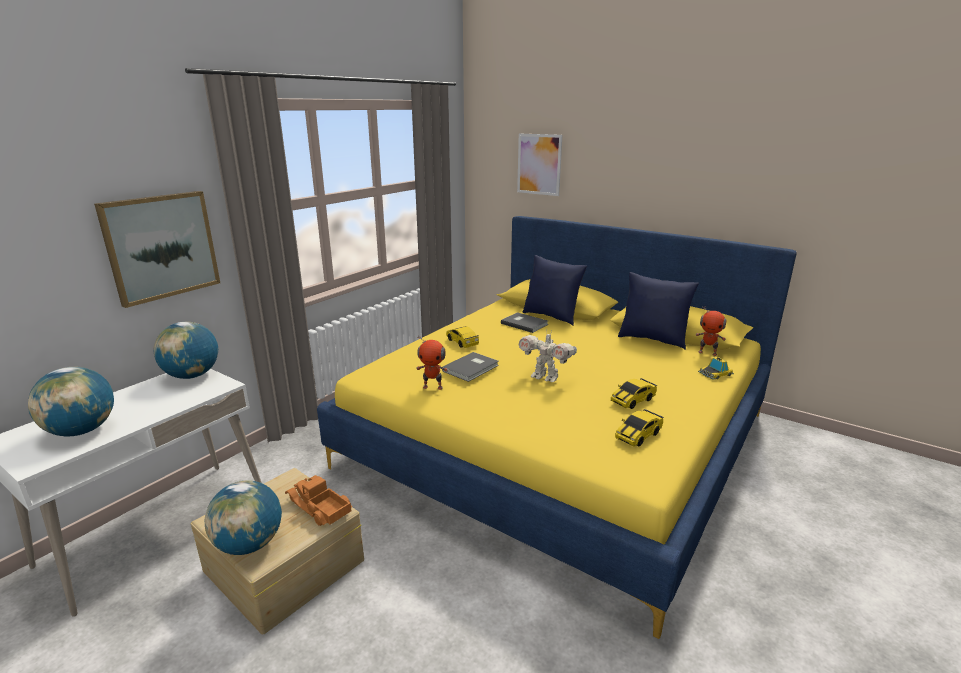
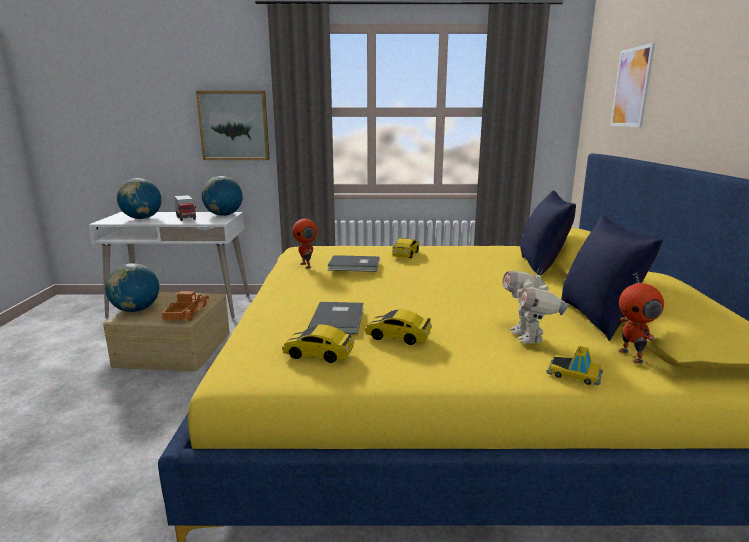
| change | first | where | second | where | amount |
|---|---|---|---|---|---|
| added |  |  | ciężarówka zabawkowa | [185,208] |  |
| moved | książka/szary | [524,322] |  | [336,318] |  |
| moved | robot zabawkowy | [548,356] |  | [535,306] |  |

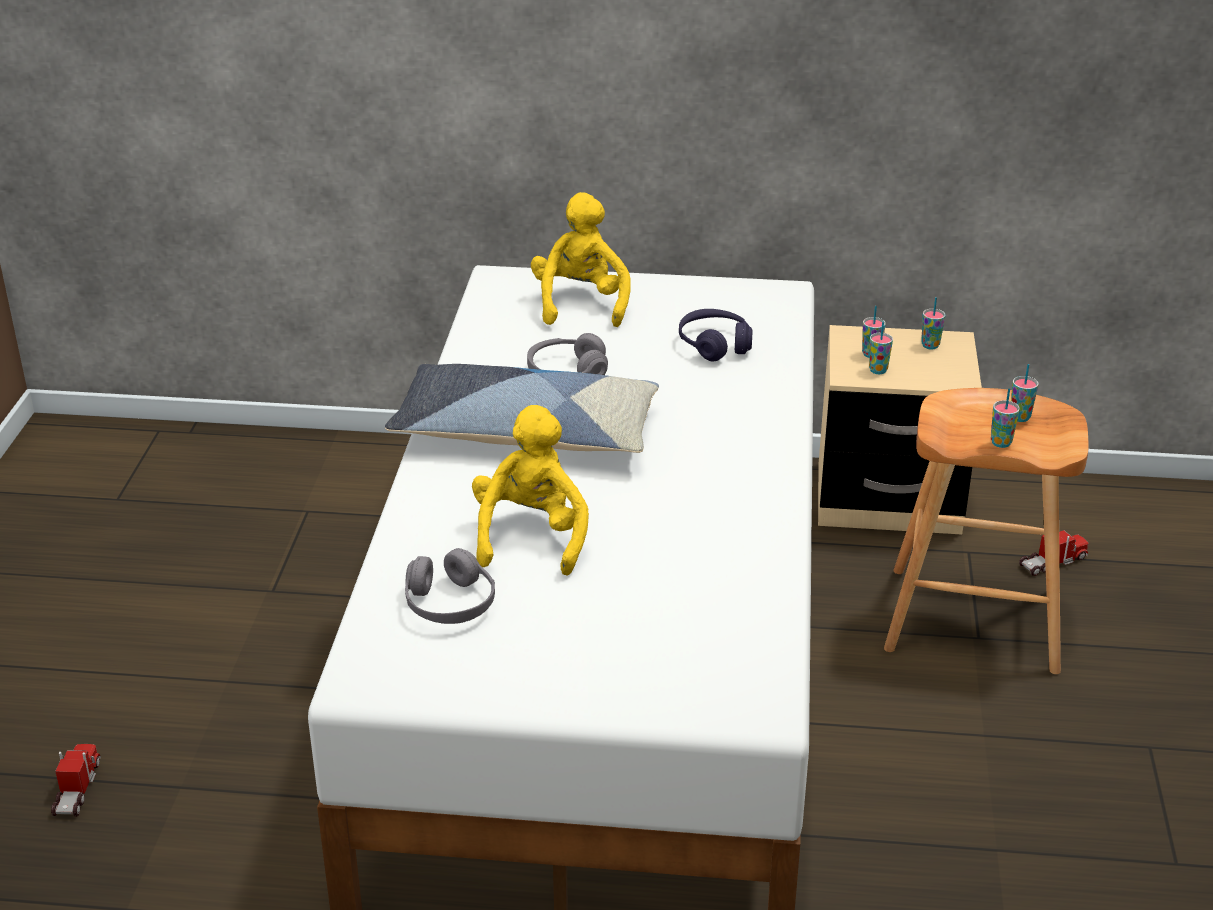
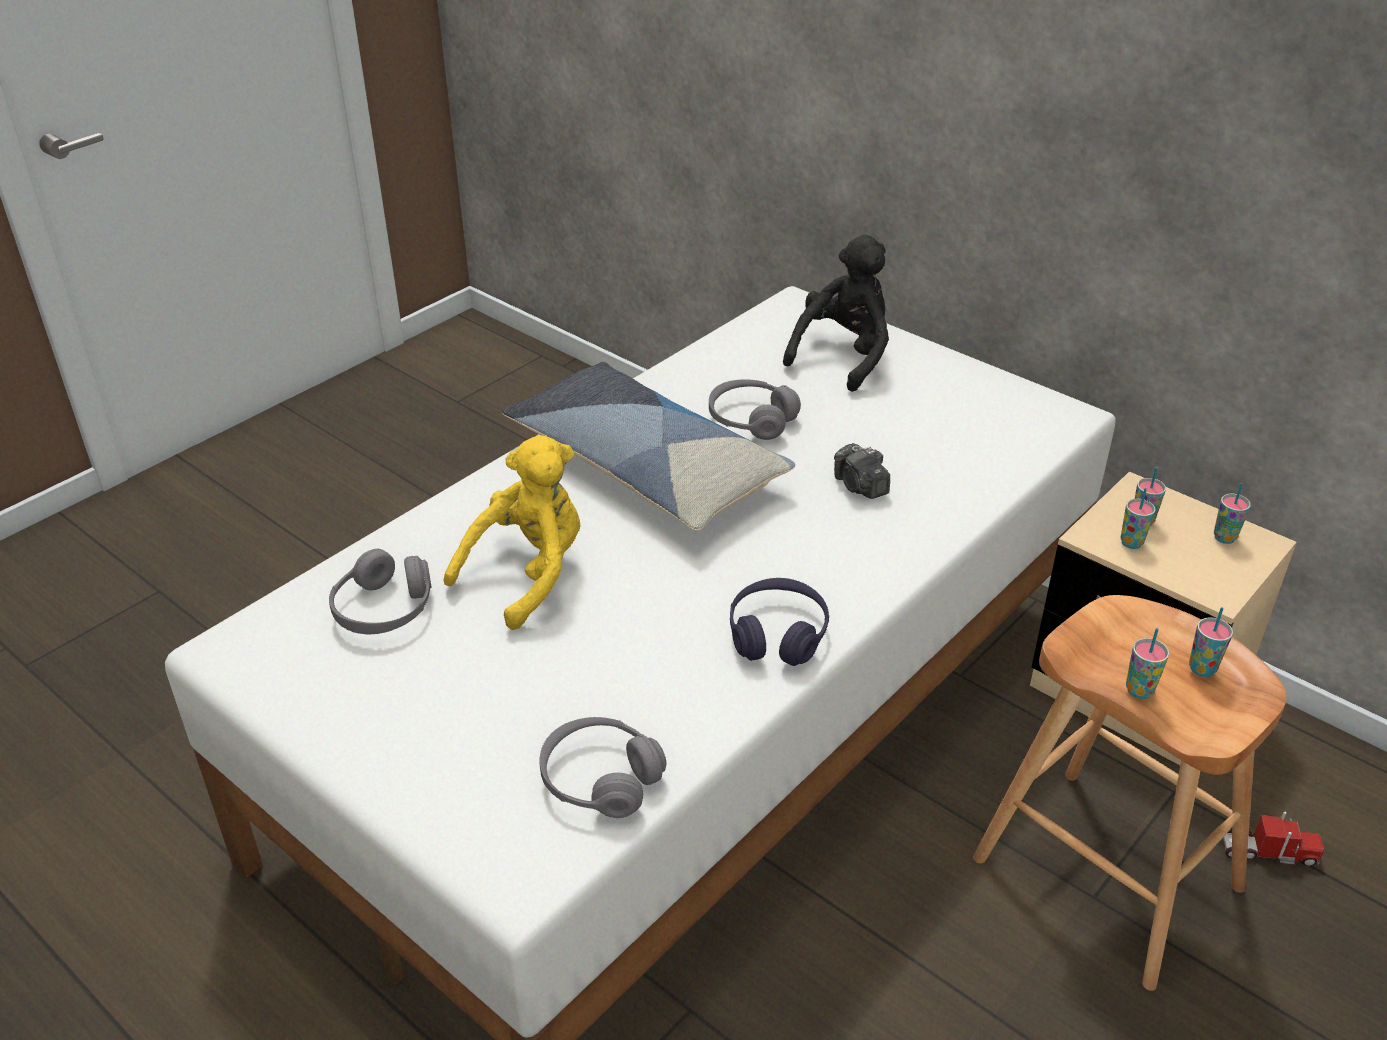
| change | first | where | second | where | amount |
|---|---|---|---|---|---|
| removed | ciężarówka zabawkowa | [76,780] |  |  |  |
| added |  |  | słuchawki/szary | [602,767] |  |
| added |  |  | aparat fotograficzny | [862,471] |  |
| moved | słuchawki/fioletowy | [716,335] |  | [779,622] |  |
| recoloured | pluszak/żółty | [580,259] | pluszak/czarny | [836,313] |  |

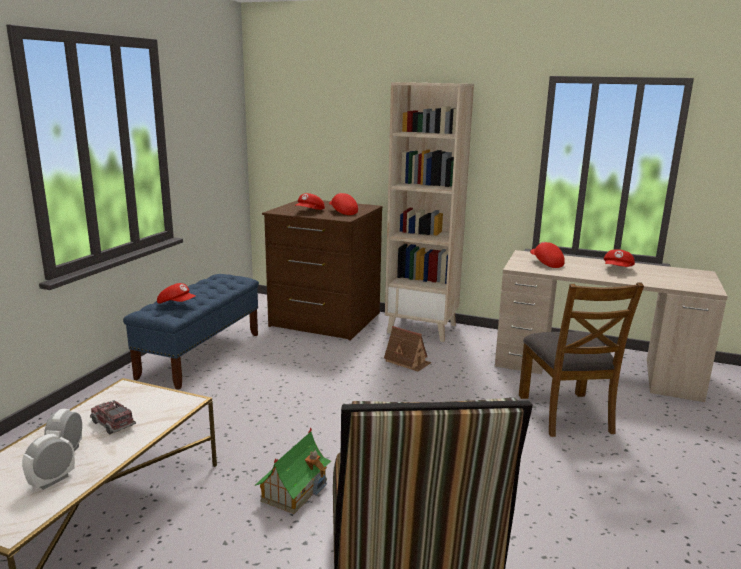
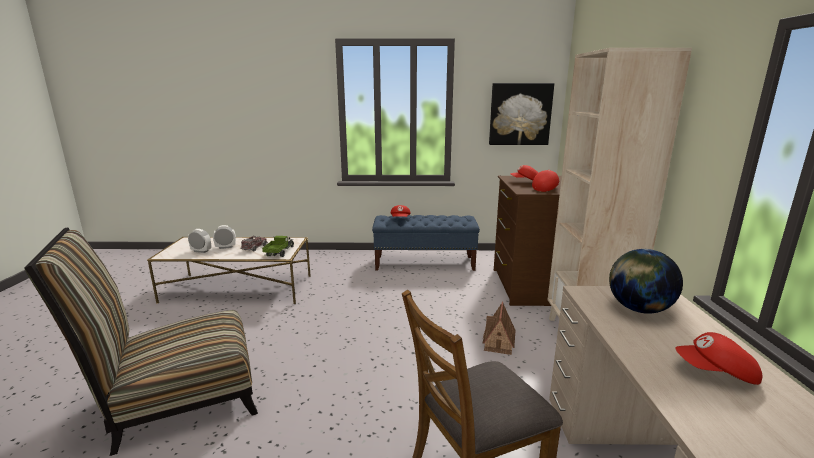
| change | first | where | second | where | amount |
|---|---|---|---|---|---|
| removed | domek | [292,471] |  |  |  |
| added |  |  | ciężarówka zabawkowa | [278,246] |  |
| added |  |  | obraz | [521,114] |  |
| replaced | czapka z daszkiem/czerwony | [547,255] | globus | [646,281] |  |

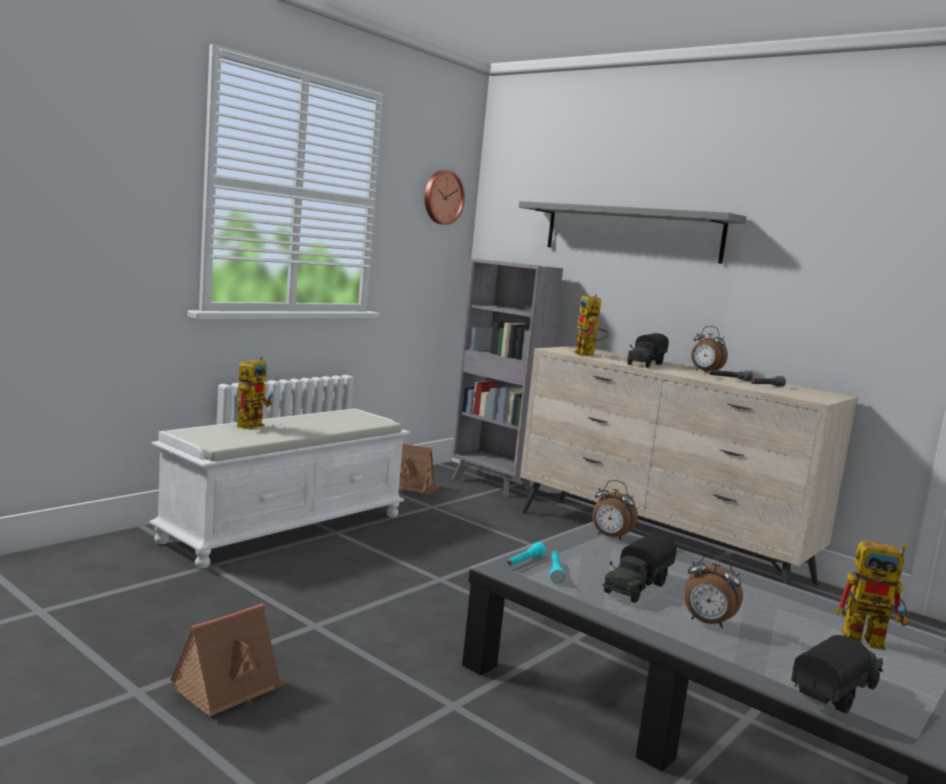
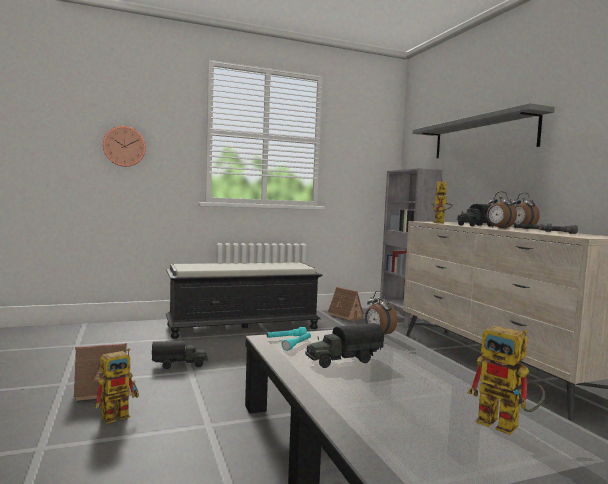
| change | first | where | second | where | amount |
|---|---|---|---|---|---|
| moved | robot zabawkowy | [255,393] |  | [117,386] |  |
| moved | zegar ścienny | [445,197] |  | [124,146] |  |
| moved | budzik | [714,589] |  | [502,210] |  |
| moved | ciężarówka zabawkowa | [837,674] |  | [179,355] |  |
| recoloured | ławka/biały | [279,488] | ławka/czarny | [244,300] |  |

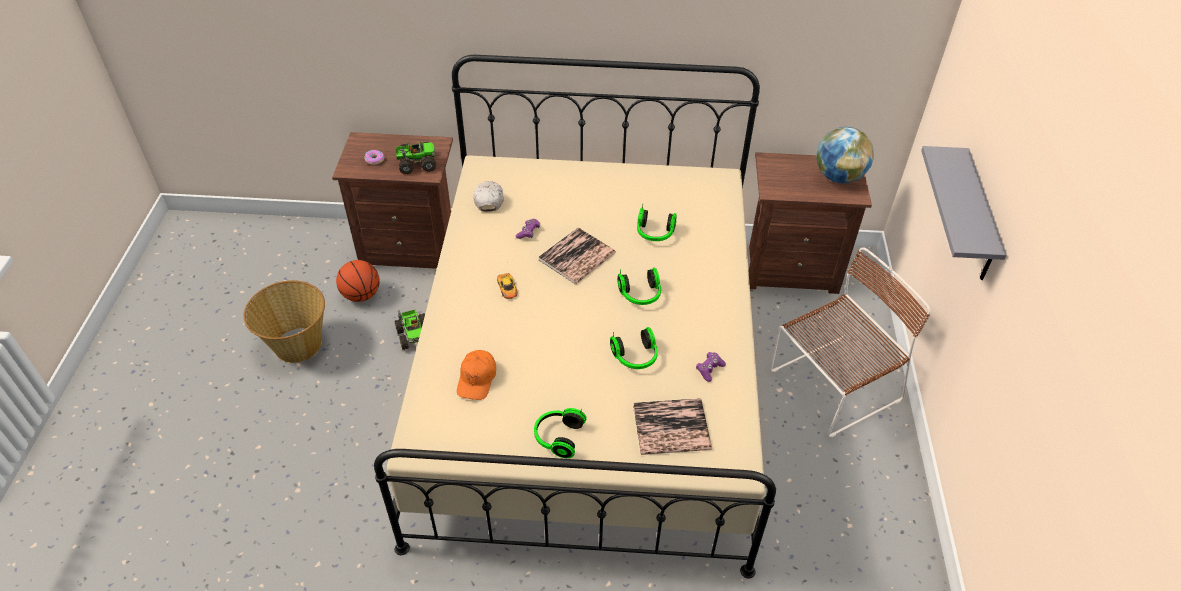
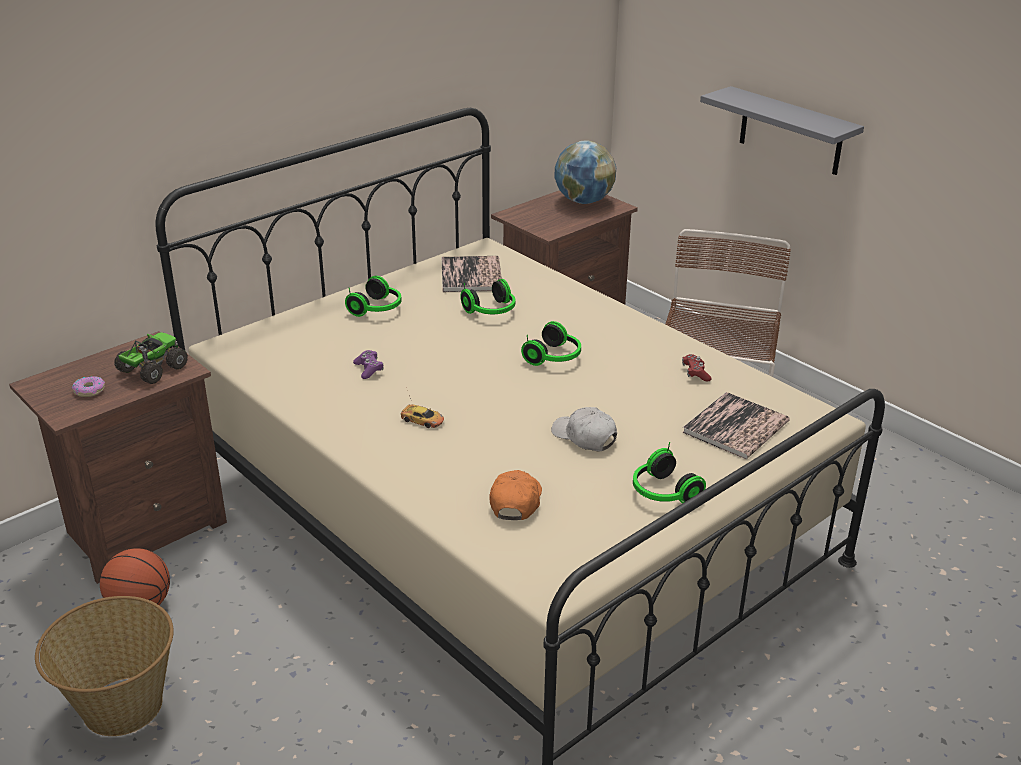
| change | first | where | second | where | amount |
|---|---|---|---|---|---|
| removed | ciężarówka zabawkowa | [410,330] |  |  |  |
| moved | czapka z daszkiem/biały | [488,196] |  | [584,429] |  |
| moved | książka | [577,256] |  | [472,274] |  |
| moved | słuchawki | [634,348] |  | [373,296] |  |
| recoloured | pad do gier/fioletowy | [711,367] | pad do gier/czerwony | [697,367] |  |
| turned | czapka z daszkiem/pomarańczowy | [476,375] |  | [515,495] | 135 degrees counterclockwise |

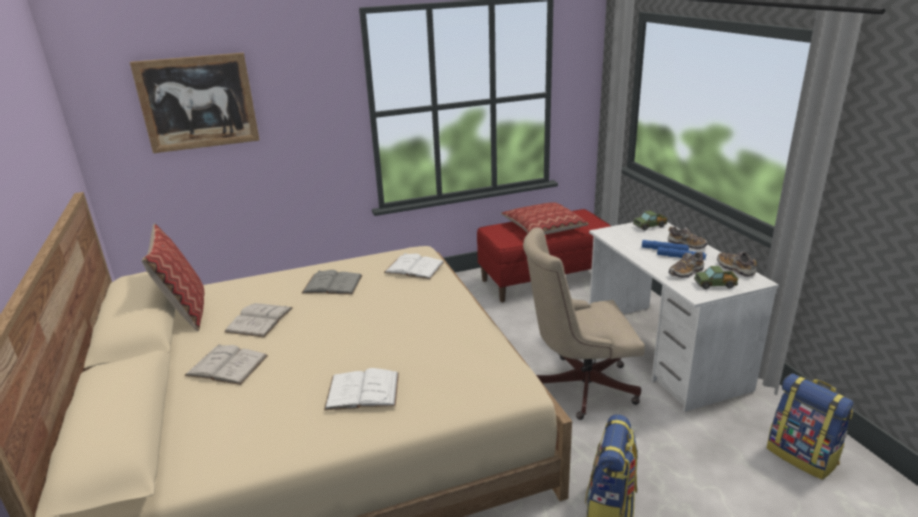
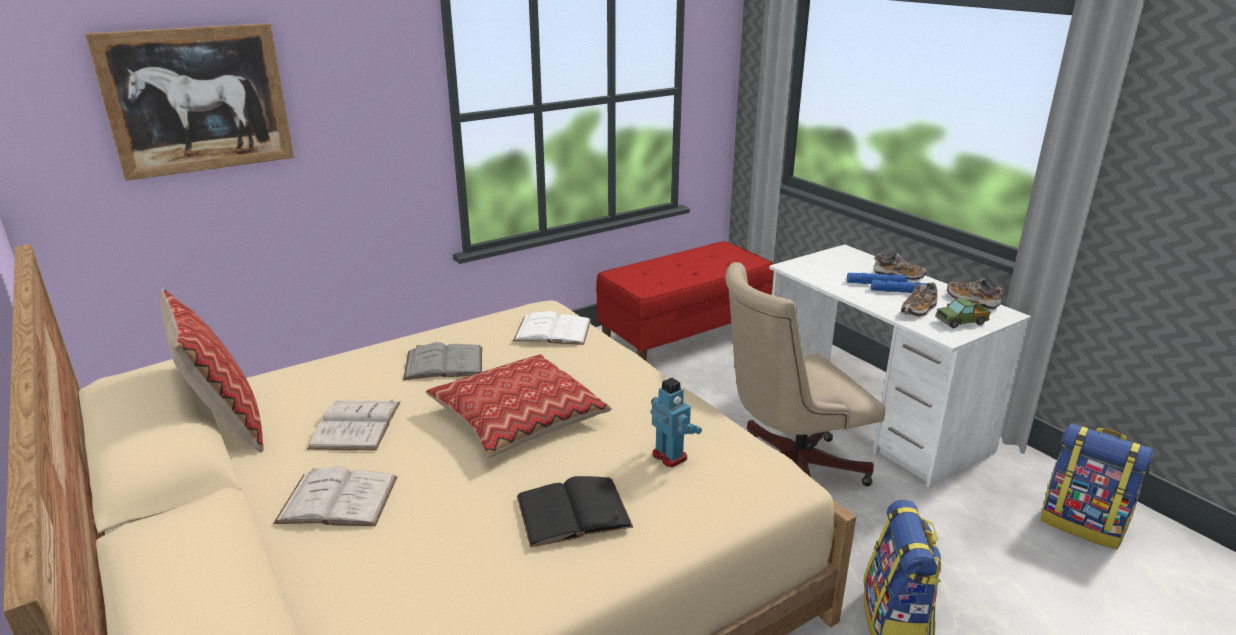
| change | first | where | second | where | amount |
|---|---|---|---|---|---|
| removed | ciężarówka zabawkowa | [650,220] |  |  |  |
| added |  |  | robot zabawkowy | [676,422] |  |
| moved | poduszka | [545,218] |  | [518,406] |  |
| recoloured | książka/biały | [361,389] | książka/czarny | [575,511] |  |

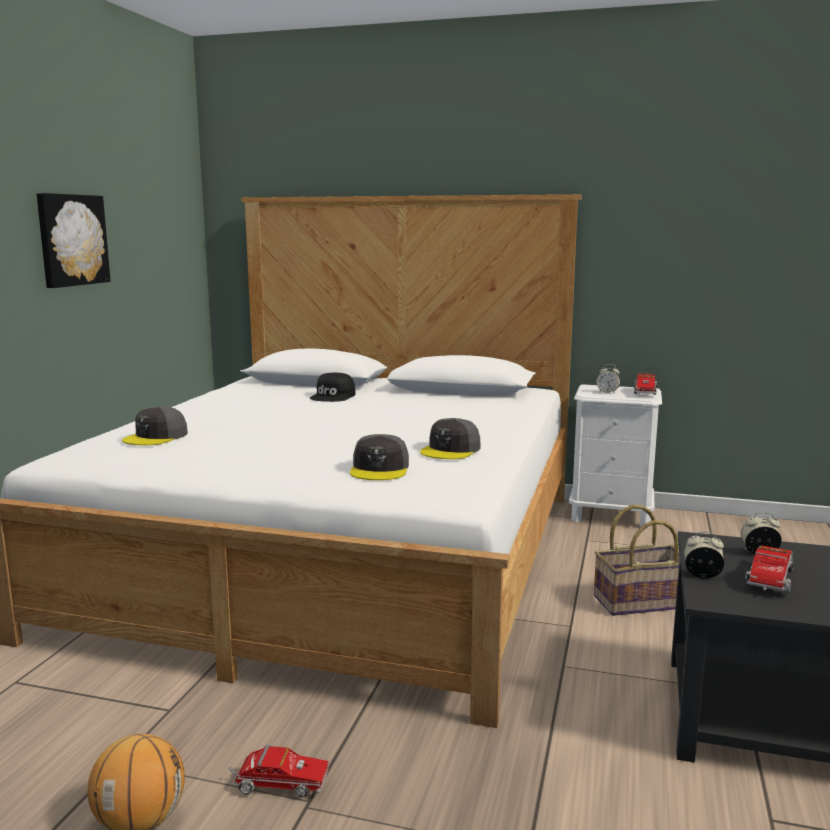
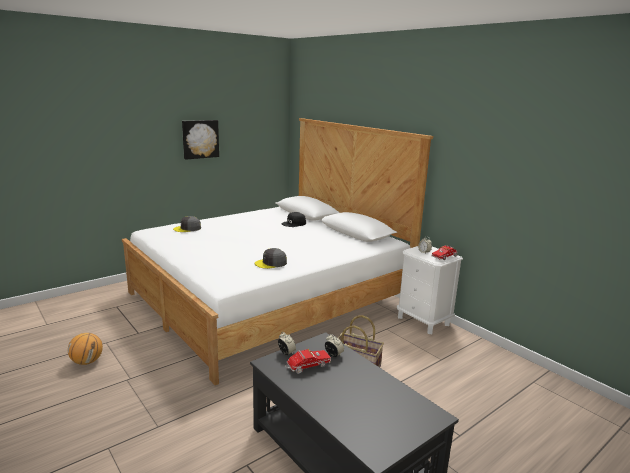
| change | first | where | second | where | amount |
|---|---|---|---|---|---|
| removed | ciężarówka zabawkowa | [279,771] |  |  |  |
| removed | czapka z daszkiem/szary | [379,457] |  |  |  |

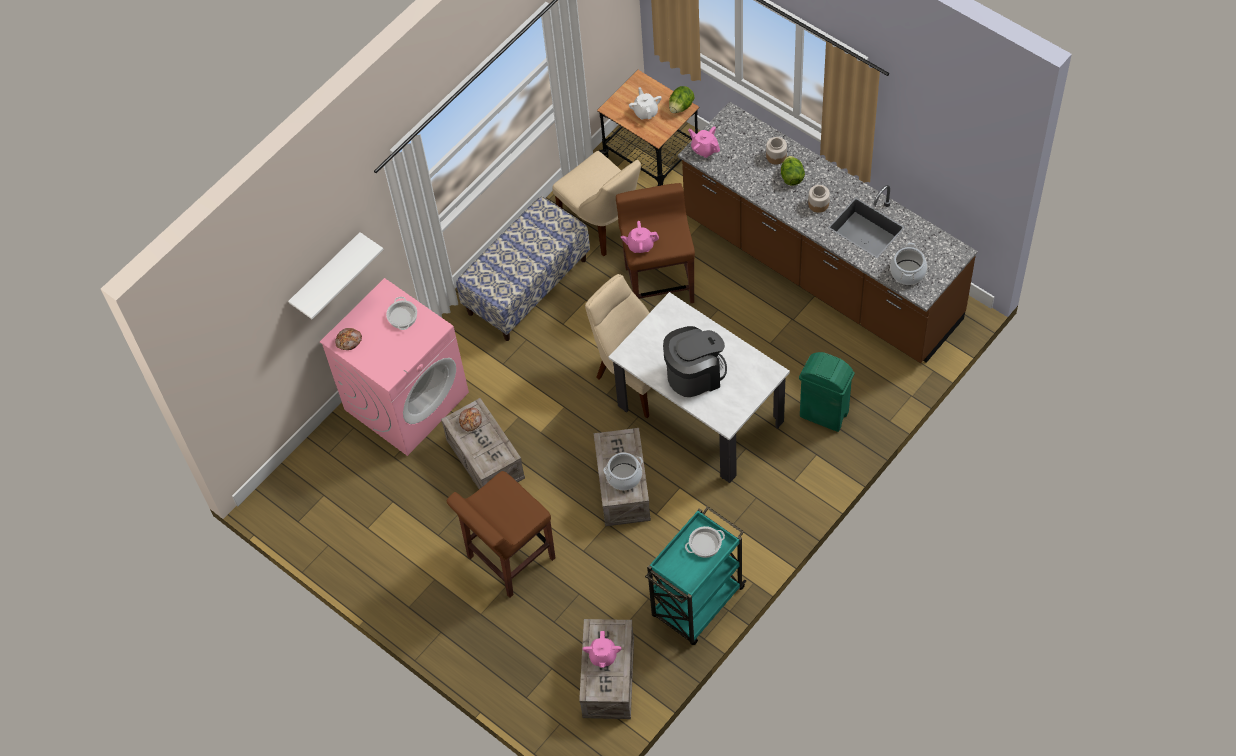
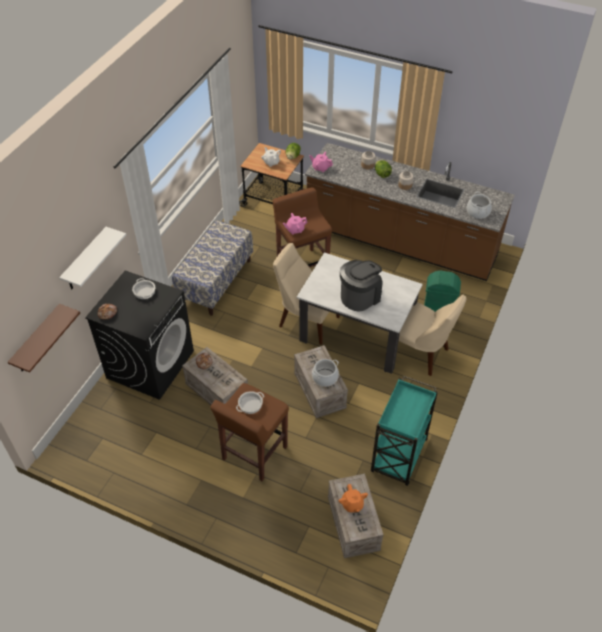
| change | first | where | second | where | amount |
|---|---|---|---|---|---|
| added |  |  | półka/brązowy | [44,338] |  |
| moved | krzesło/beżowy | [597,203] |  | [427,335] |  |
| moved | garnek | [705,542] |  | [250,402] |  |
| recoloured | pralka/różowy | [394,367] | pralka/czarny | [139,335] |  |
| recoloured | imbryk/różowy | [602,649] | imbryk/pomarańczowy | [353,498] |  |

